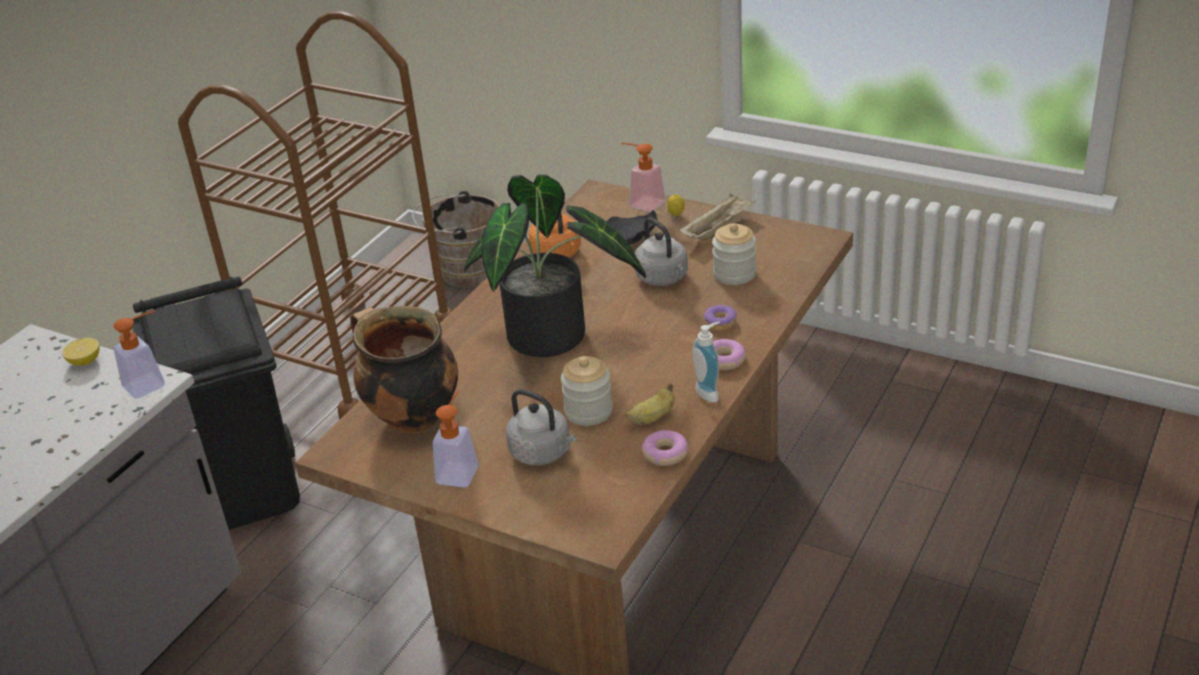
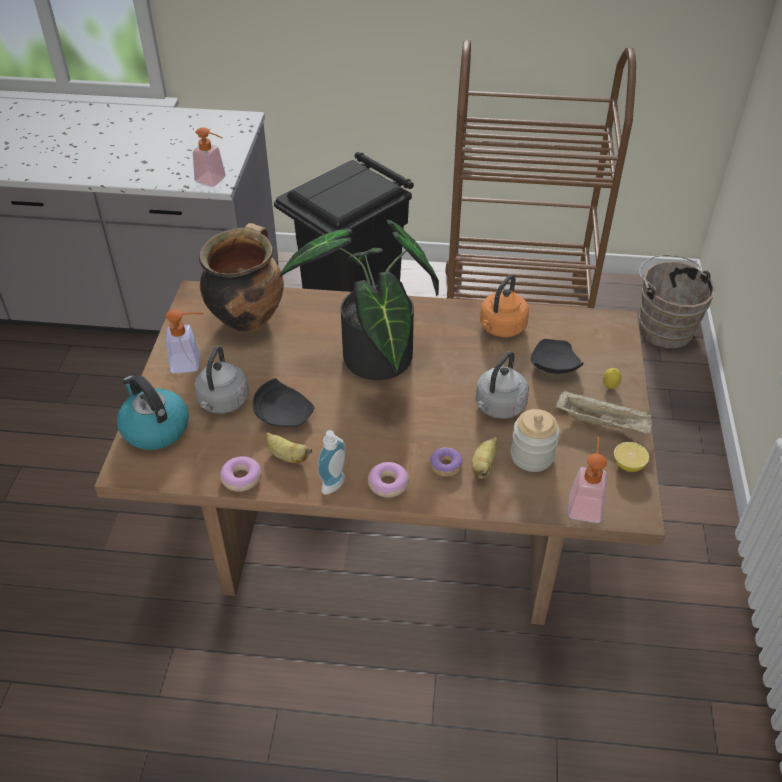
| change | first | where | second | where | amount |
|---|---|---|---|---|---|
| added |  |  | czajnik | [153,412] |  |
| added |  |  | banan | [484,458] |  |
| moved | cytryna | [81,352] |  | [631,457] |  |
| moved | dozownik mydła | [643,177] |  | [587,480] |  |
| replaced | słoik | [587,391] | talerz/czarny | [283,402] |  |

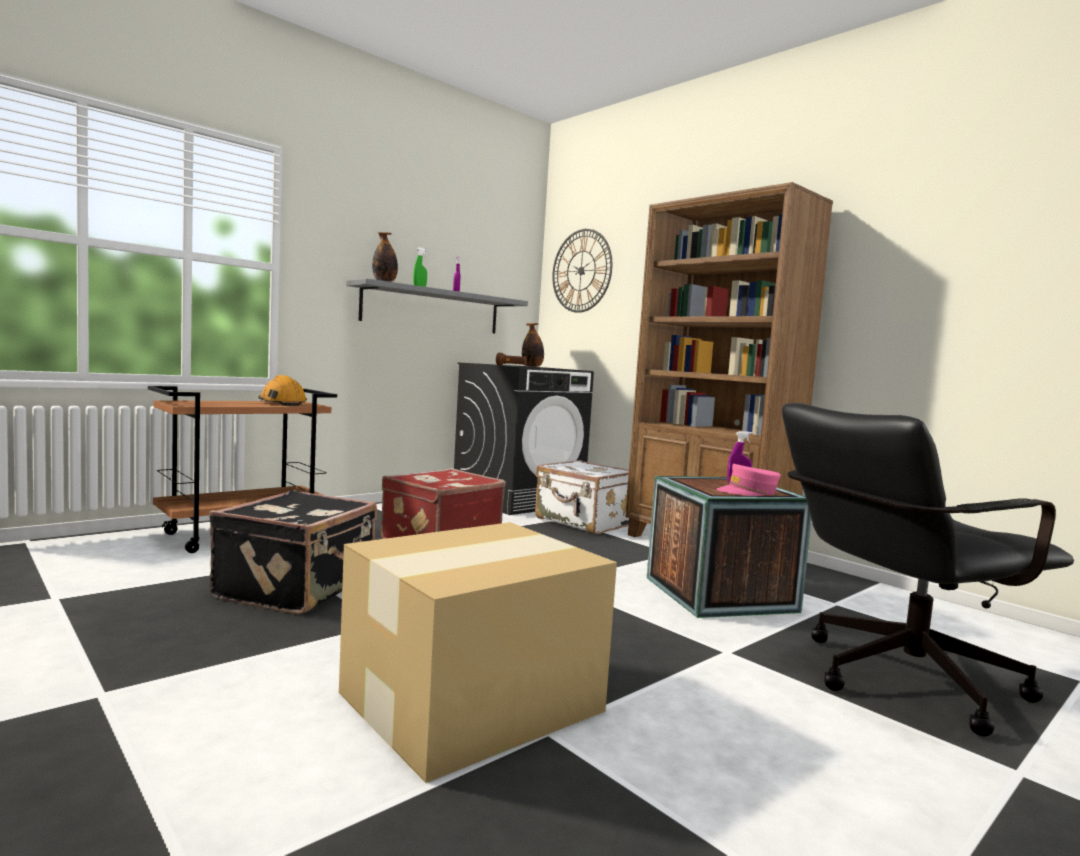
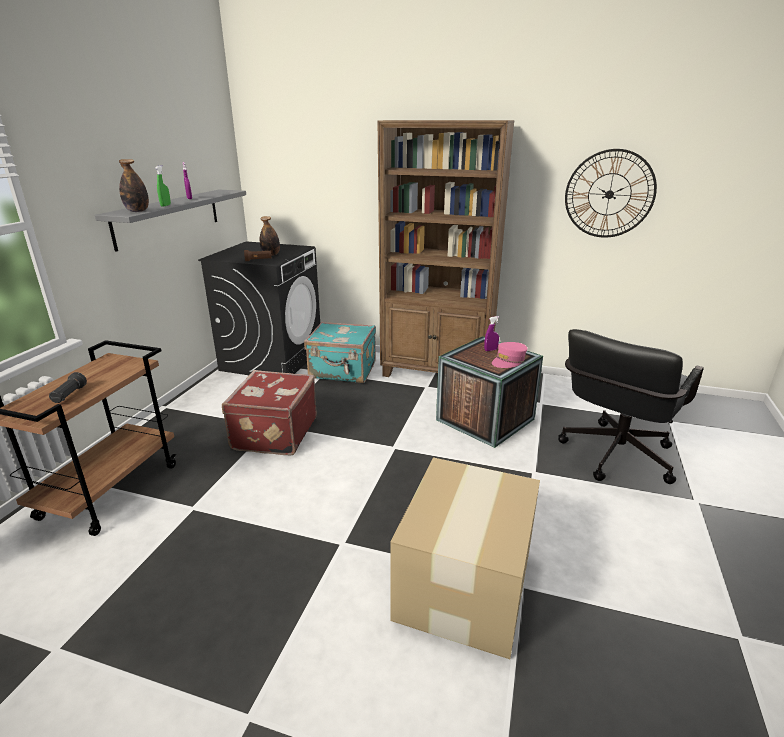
| change | first | where | second | where | amount |
|---|---|---|---|---|---|
| removed | walizka/czarny | [293,552] |  |  |  |
| removed | kask/pomarańczowy | [282,390] |  |  |  |
| added |  |  | latarka/czarny | [68,387] |  |
| moved | zegar ścienny | [582,271] |  | [611,193] |  |
| recoloured | walizka/biały | [582,497] | walizka/turkusowy | [340,352] |  |

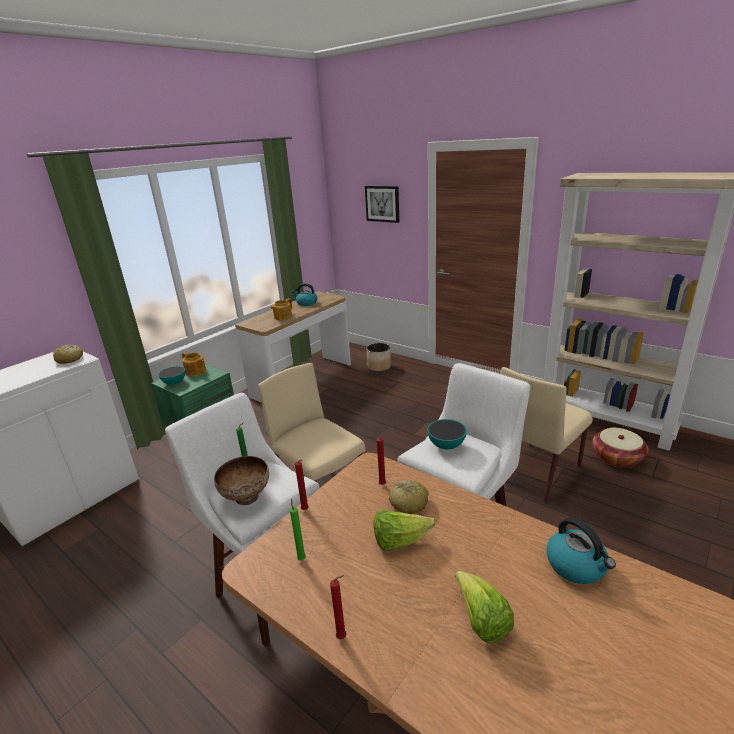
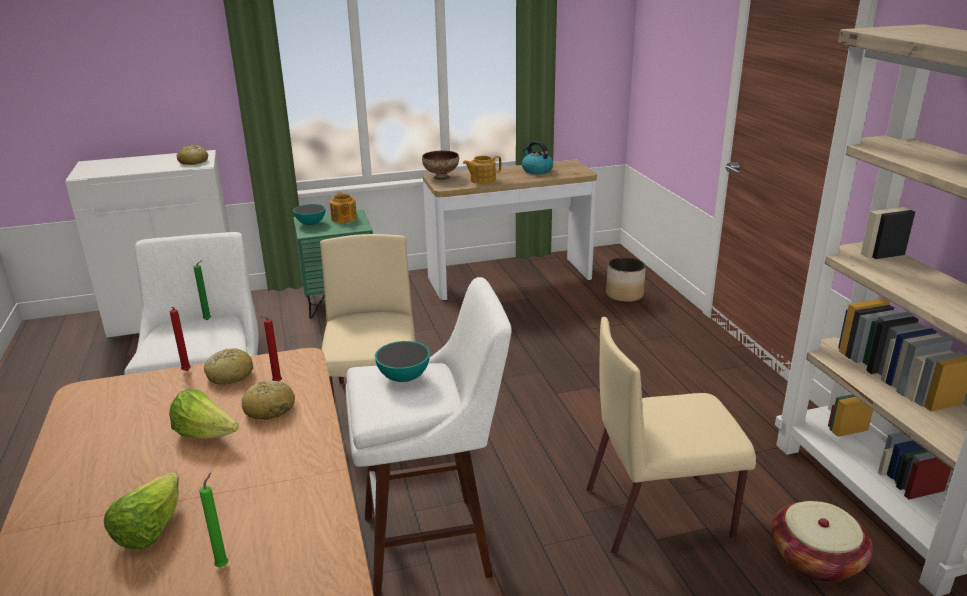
| change | first | where | second | where | amount |
|---|---|---|---|---|---|
| removed | świeca/czerwony | [338,607] |  |  |  |
| removed | obraz | [382,204] |  |  |  |
| removed | czajnik | [581,550] |  |  |  |
| added |  |  | chleb | [228,366] |  |
| moved | miska | [241,480] |  | [440,165] |  |
| moved | świeca/zielony | [298,530] |  | [213,520] |  |

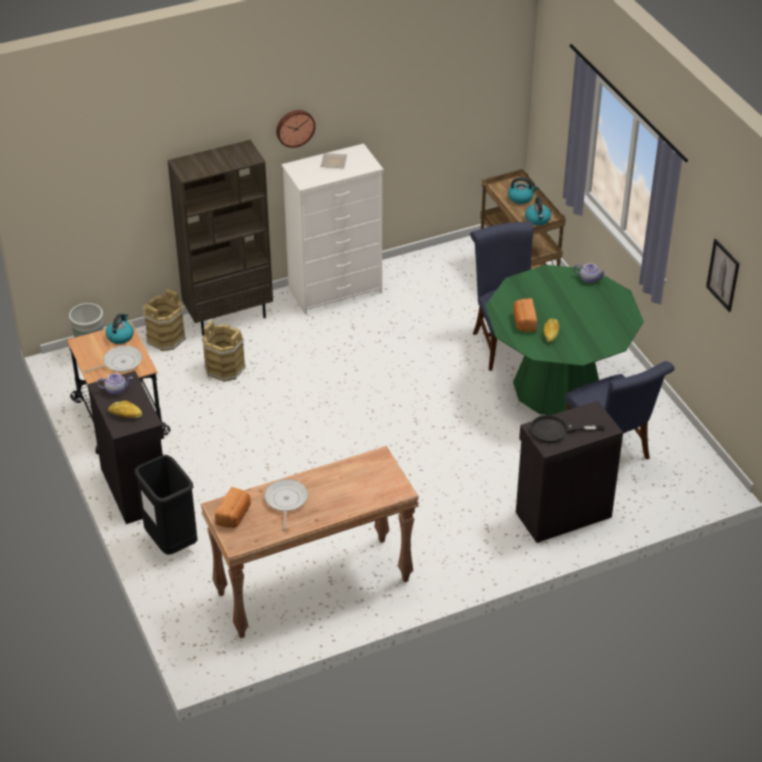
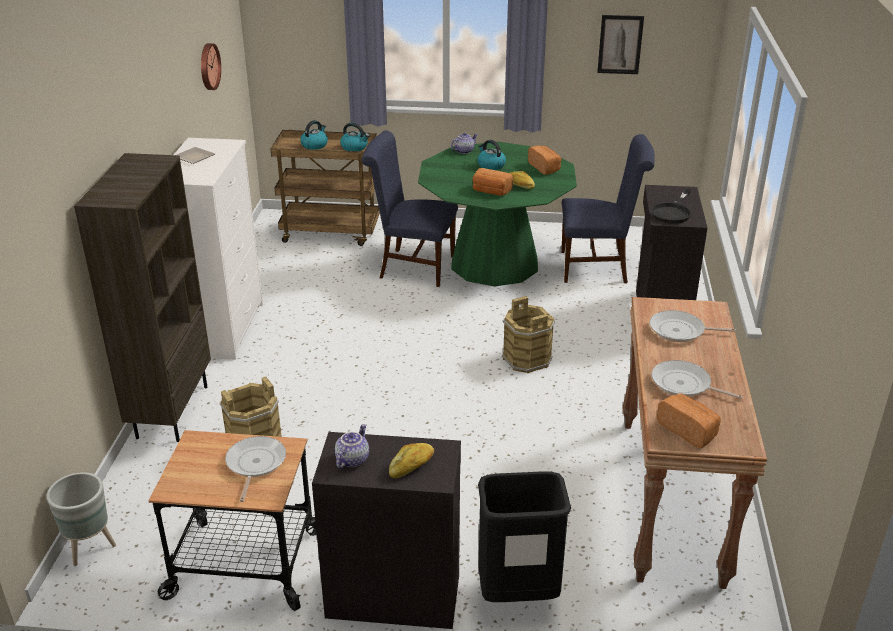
| change | first | where | second | where | amount |
|---|---|---|---|---|---|
| added |  |  | chleb | [544,160] |  |
| added |  |  | patelnia | [693,326] |  |
| moved | czajnik | [120,329] |  | [491,155] |  |
| moved | wiadro/brązowy | [164,320] |  | [528,334] |  |
| moved | zegar ścienny | [296,129] |  | [211,66] |  |

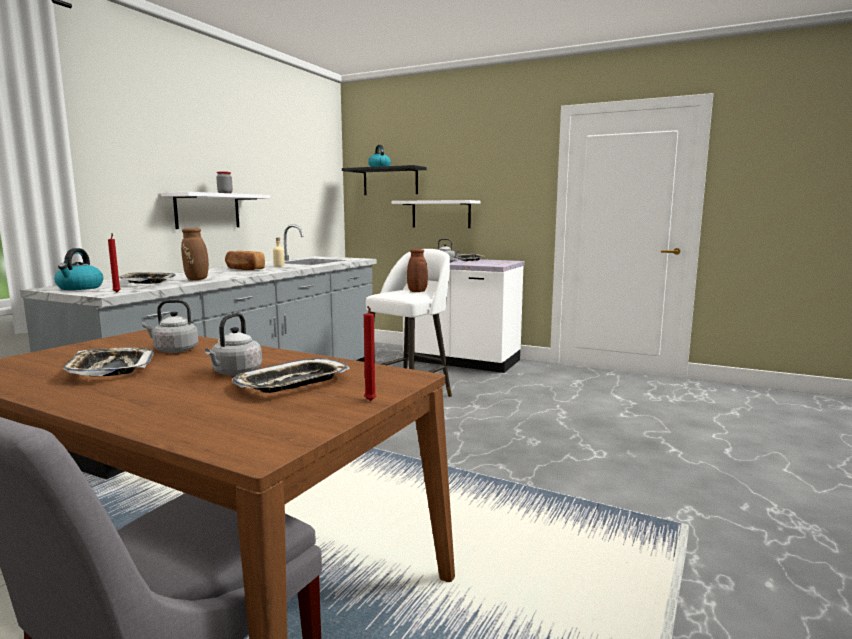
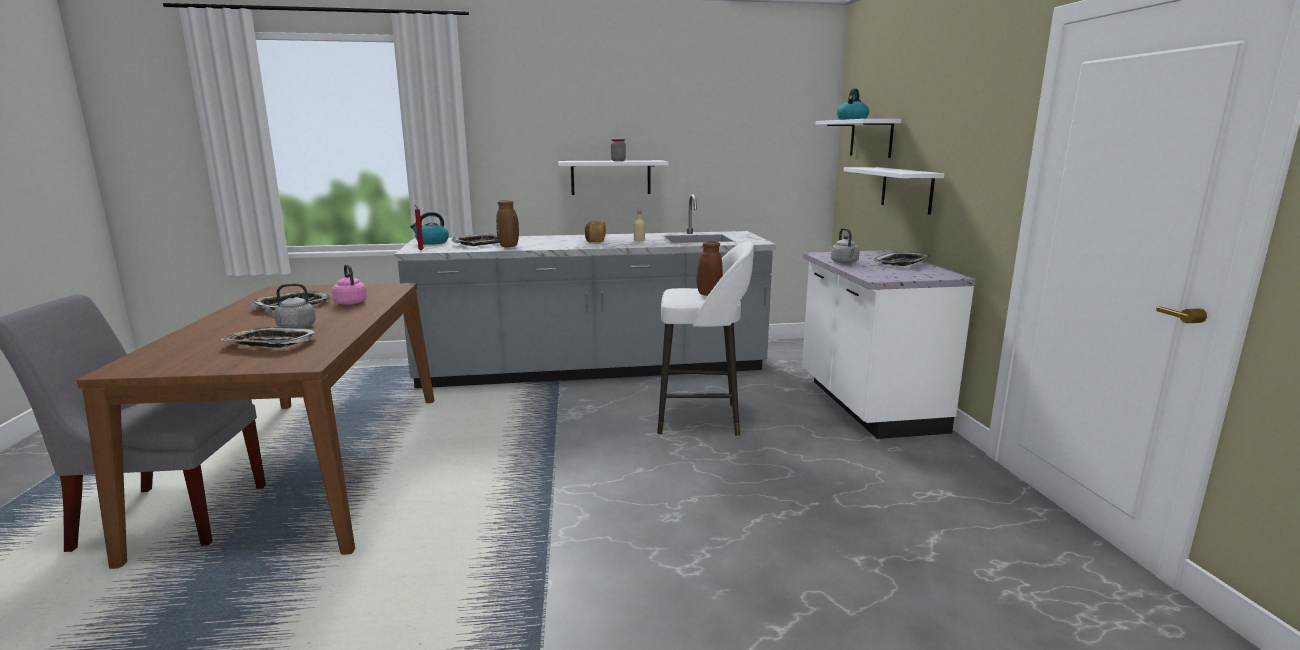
| change | first | where | second | where | amount |
|---|---|---|---|---|---|
| removed | świeca/czerwony | [370,353] |  |  |  |
| recoloured | czajnik/szary | [170,326] | czajnik/różowy | [349,284] |  |
| recoloured | półka/czarny | [384,180] | półka/biały | [859,138] |  |

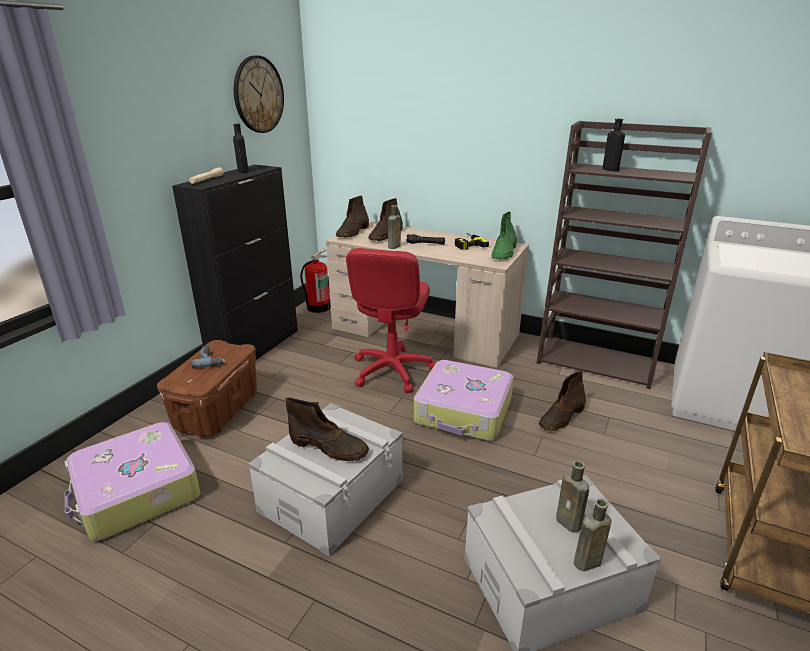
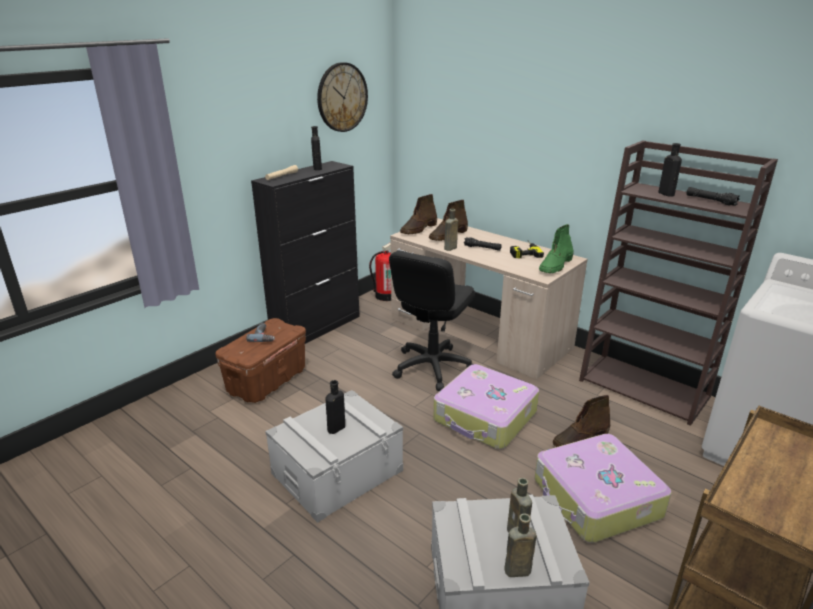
| change | first | where | second | where | amount |
|---|---|---|---|---|---|
| added |  |  | latarka/czarny | [713,196] |  |
| moved | walizka | [132,481] |  | [603,488] |  |
| replaced | but z cholewką/brązowy | [327,429] | butelka/czarny | [335,407] |  |
| recoloured | krzesło biurowe/czerwony | [391,320] | krzesło biurowe/czarny | [432,321] |  |

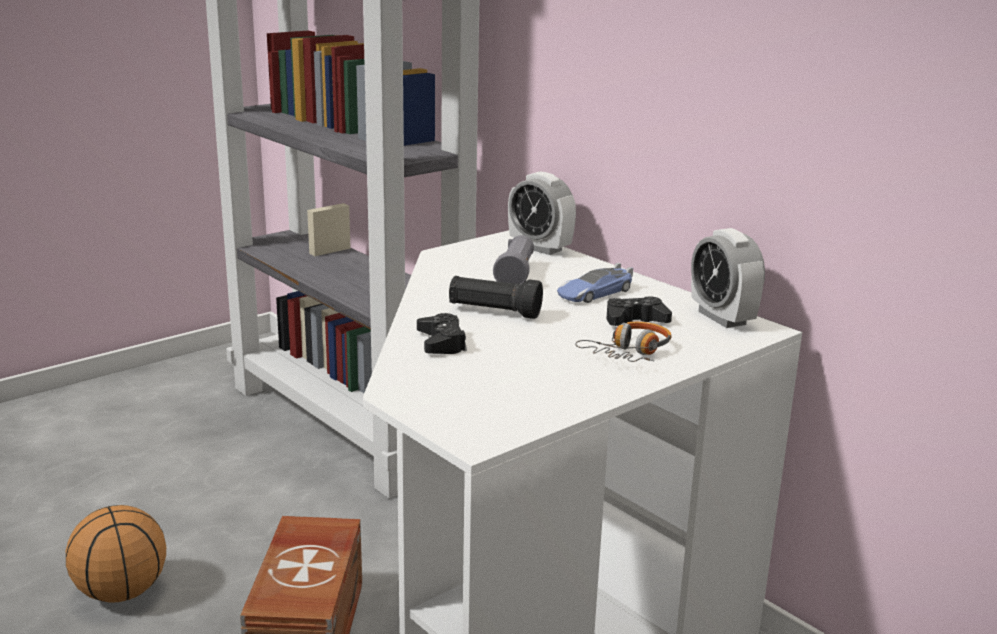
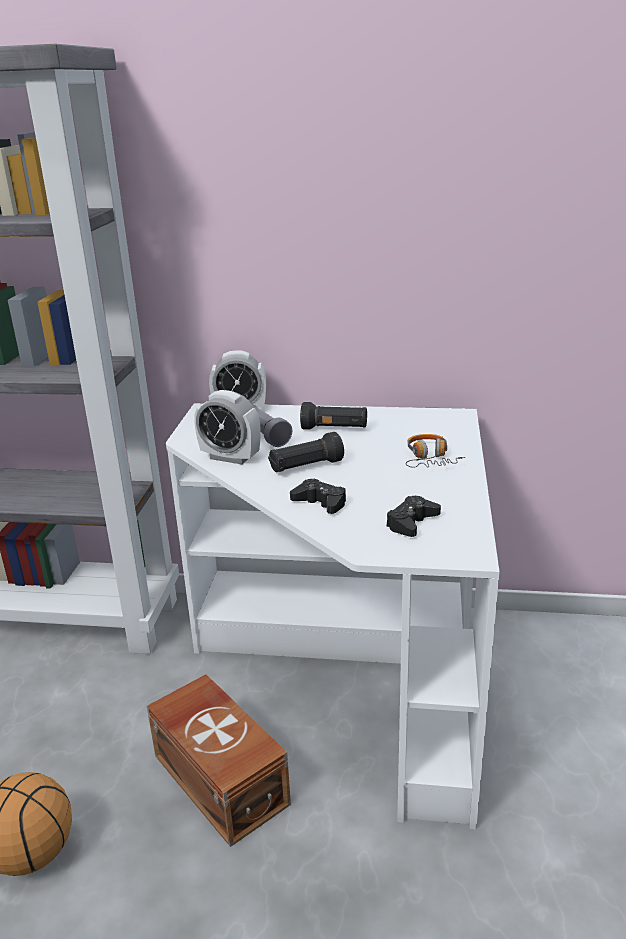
| change | first | where | second | where | amount |
|---|---|---|---|---|---|
| moved | pad do gier/czarny | [639,311] |  | [413,516] |  |
| moved | budzik | [728,278] |  | [227,427] |  |
| replaced | samochodzik | [595,283] | latarka/czarny | [333,416] |  |

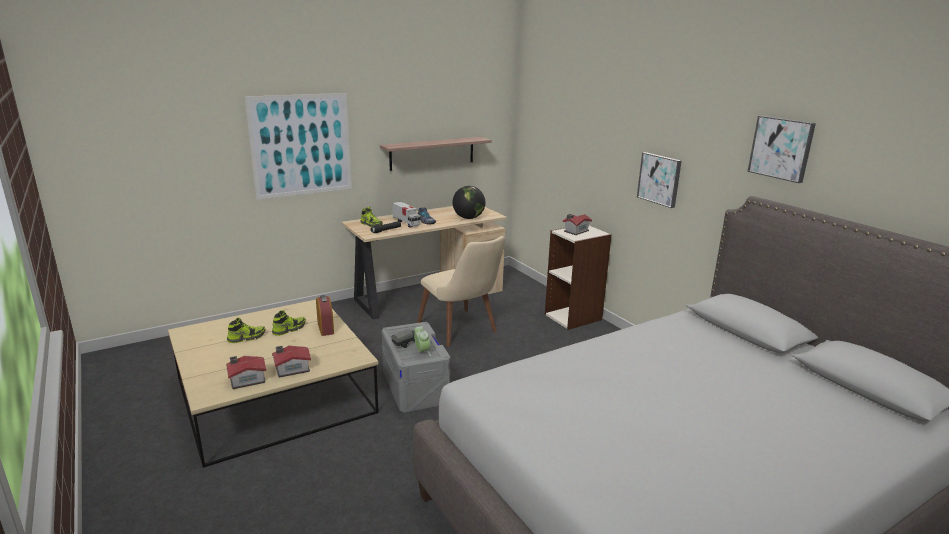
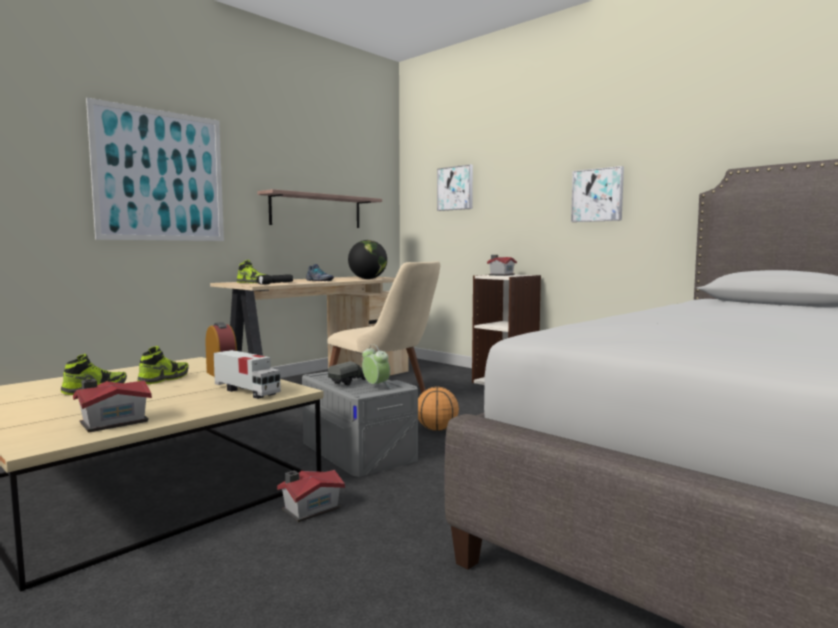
| change | first | where | second | where | amount |
|---|---|---|---|---|---|
| added |  |  | piłka do koszykówki | [438,409] |  |
| moved | domek | [291,362] |  | [311,496] |  |
| moved | ciężarówka zabawkowa | [406,215] |  | [247,374] |  |
| moved | obraz | [781,149] |  | [455,187] |  |

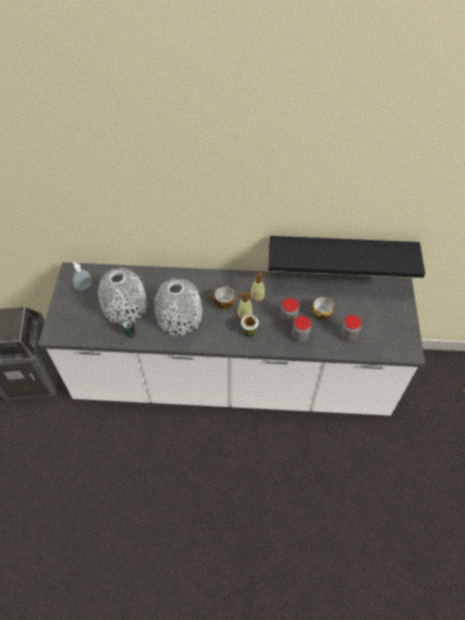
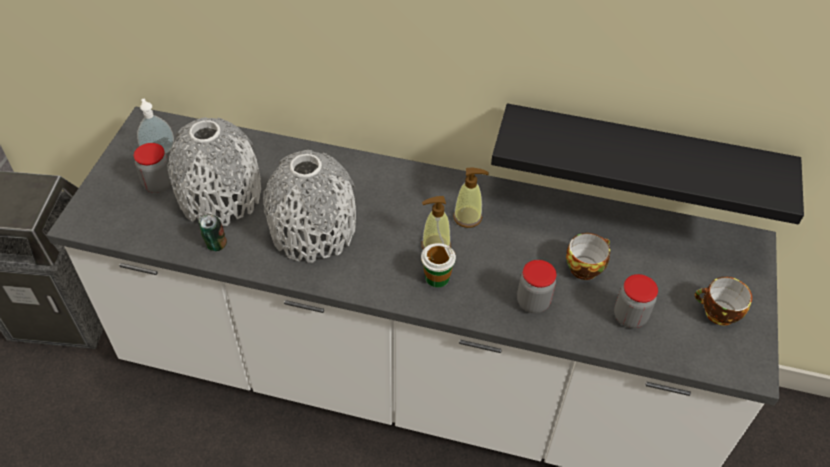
| change | first | where | second | where | amount |
|---|---|---|---|---|---|
| moved | filiżanka | [222,298] |  | [723,301] |  |
| moved | słoik | [289,311] |  | [152,168] |  |

